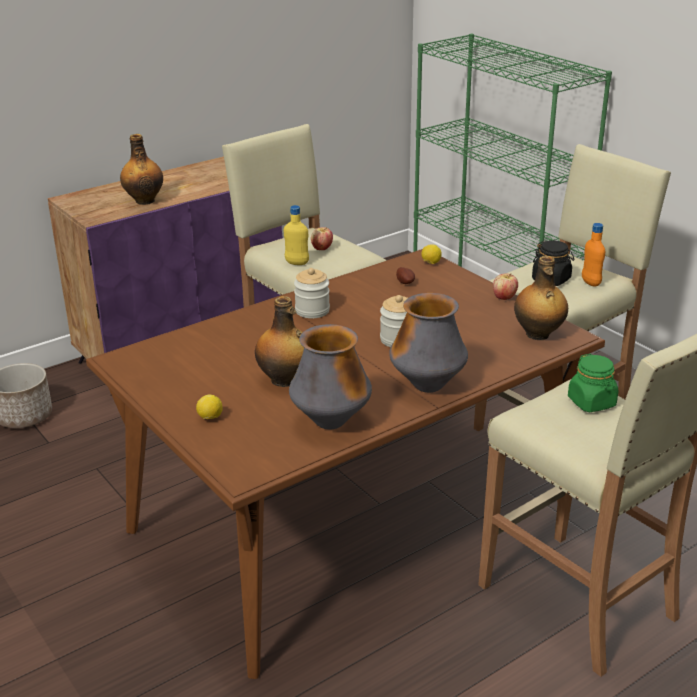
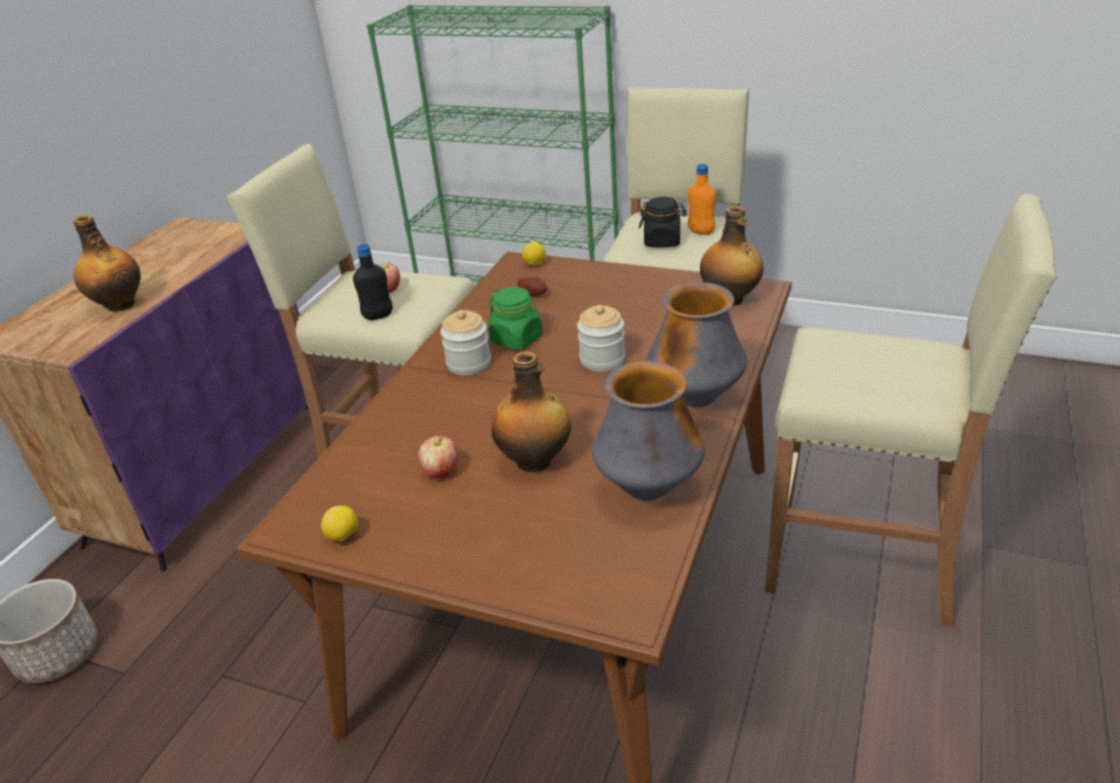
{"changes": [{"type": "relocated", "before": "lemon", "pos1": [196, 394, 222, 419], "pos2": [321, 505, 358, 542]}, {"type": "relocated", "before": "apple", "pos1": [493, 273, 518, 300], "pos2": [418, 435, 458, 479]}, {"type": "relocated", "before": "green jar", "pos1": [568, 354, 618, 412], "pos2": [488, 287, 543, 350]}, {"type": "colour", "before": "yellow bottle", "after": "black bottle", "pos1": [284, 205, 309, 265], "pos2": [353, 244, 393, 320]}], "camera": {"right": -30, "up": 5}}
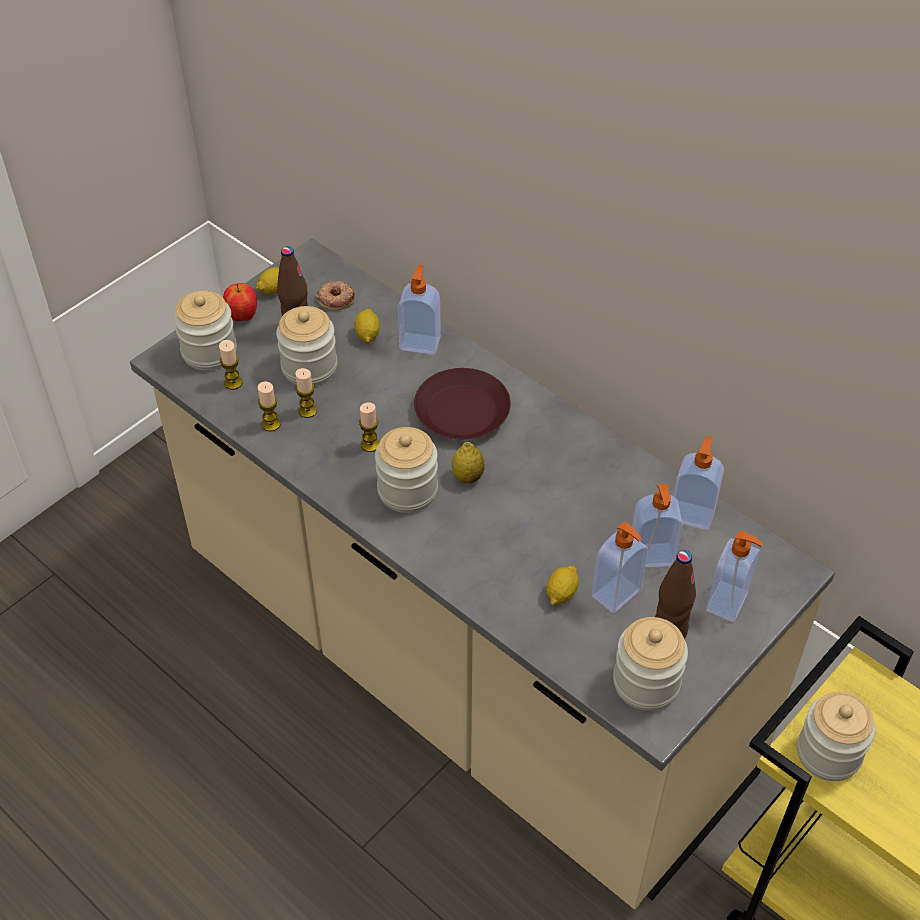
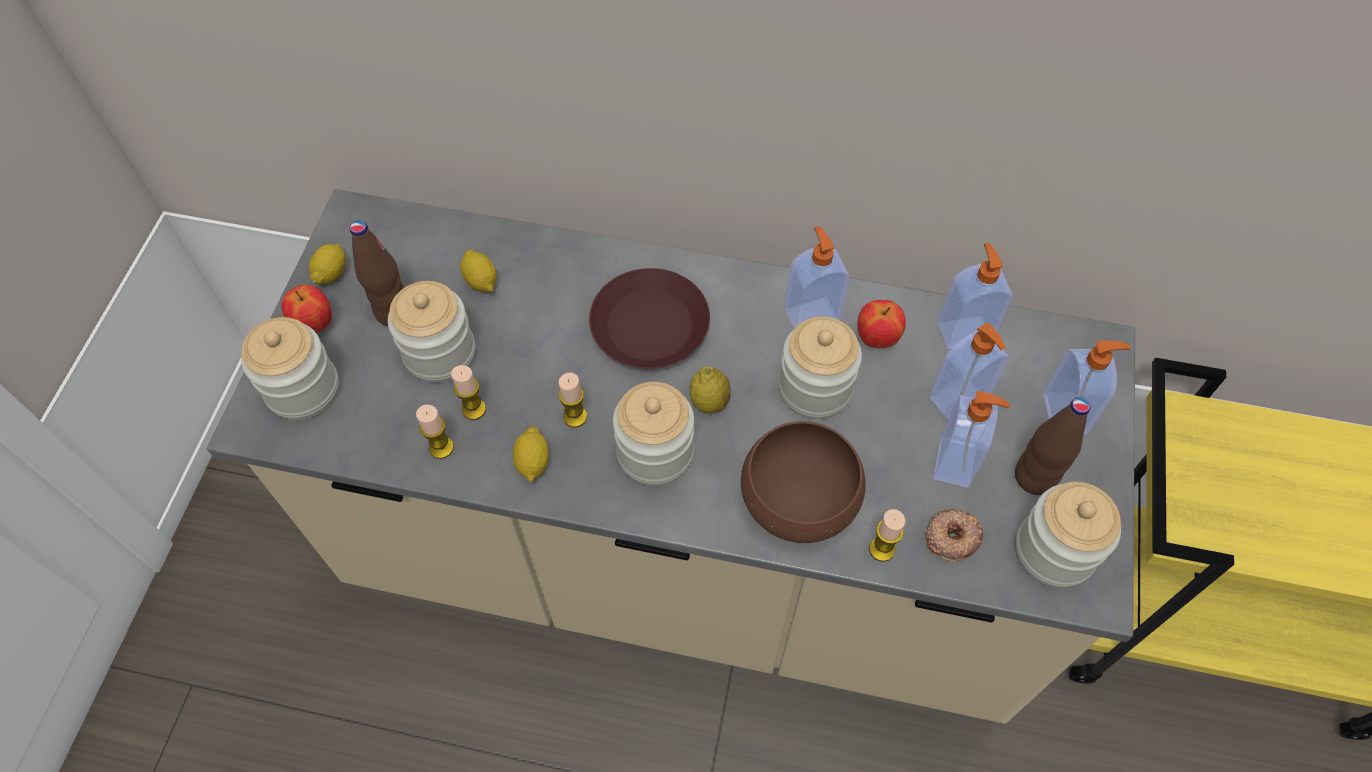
{"changes": [{"type": "appeared", "after": "brown bowl", "pos2": [741, 421, 866, 543]}, {"type": "appeared", "after": "apple", "pos2": [858, 300, 906, 348]}, {"type": "relocated", "before": "candle", "pos1": [219, 340, 242, 390], "pos2": [869, 509, 905, 562]}, {"type": "relocated", "before": "donut", "pos1": [316, 281, 355, 311], "pos2": [926, 509, 983, 562]}, {"type": "relocated", "before": "soap dispenser", "pos1": [398, 265, 441, 355], "pos2": [784, 226, 850, 329]}, {"type": "relocated", "before": "lemon", "pos1": [546, 566, 579, 606], "pos2": [513, 426, 549, 483]}, {"type": "relocated", "before": "jar", "pos1": [797, 692, 876, 781], "pos2": [779, 317, 862, 419]}], "camera": {"right": -30, "up": 10}}
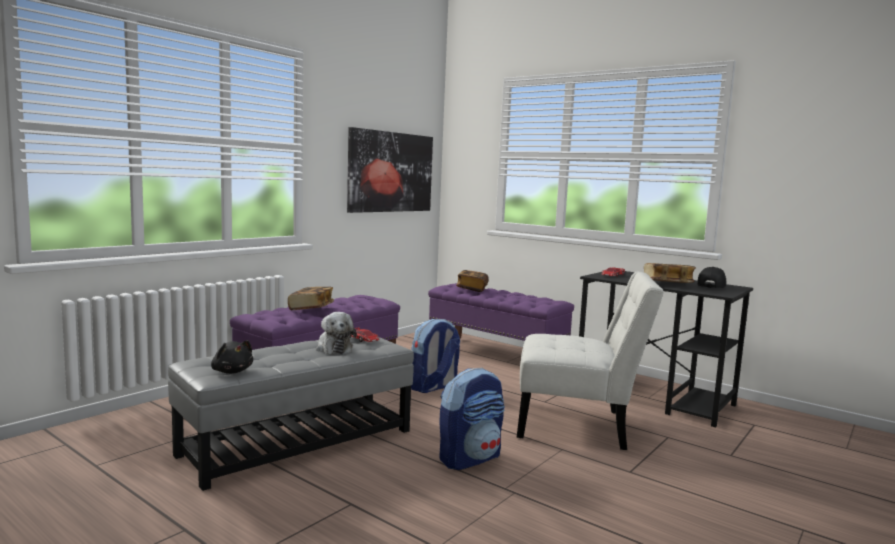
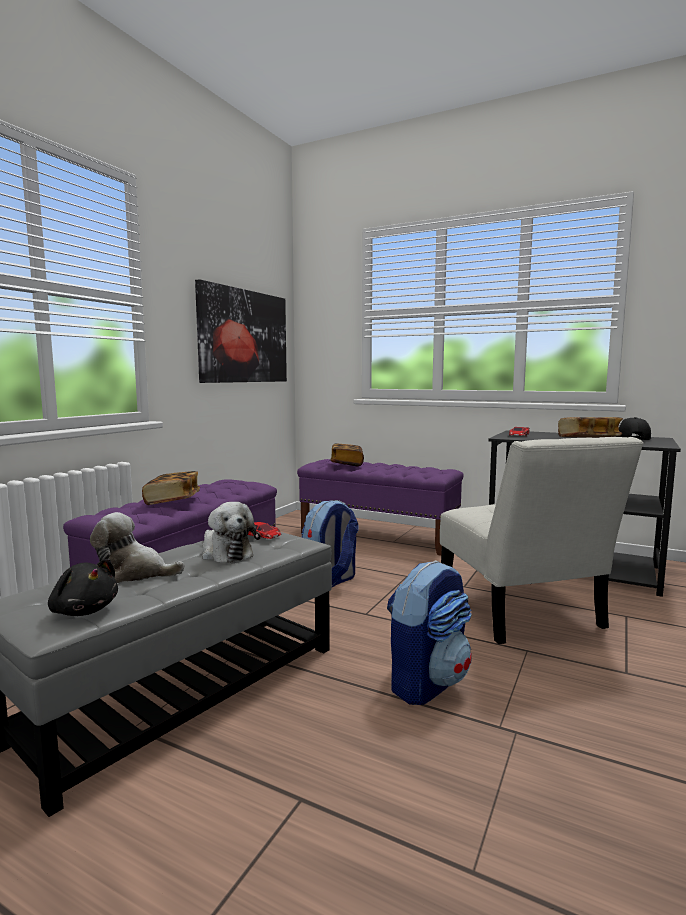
{"changes": [{"type": "appeared", "after": "plush toy", "pos2": [90, 512, 185, 583]}, {"type": "spun", "before": "white chair", "pos1": [517, 272, 664, 450], "pos2": [440, 437, 643, 644], "turn": 75}], "camera": {"right": -10, "up": 0}}
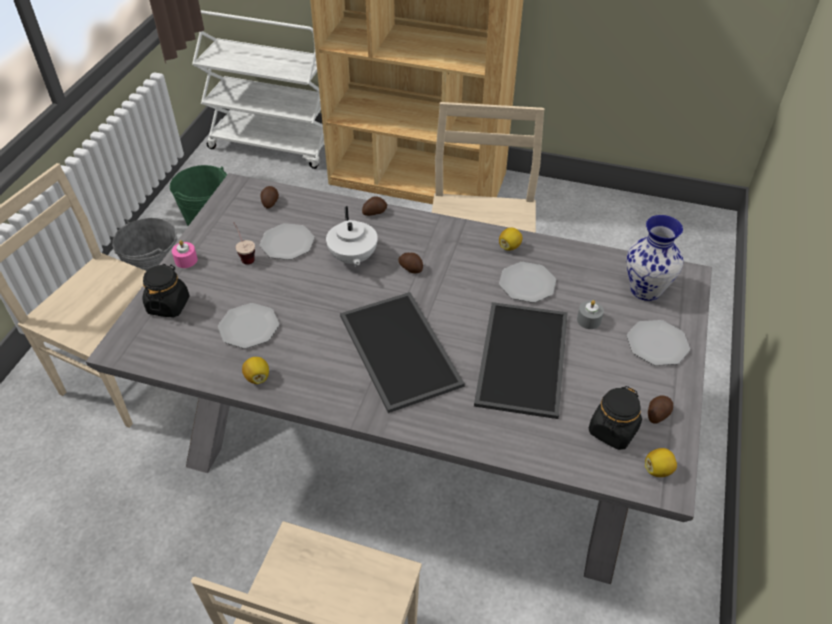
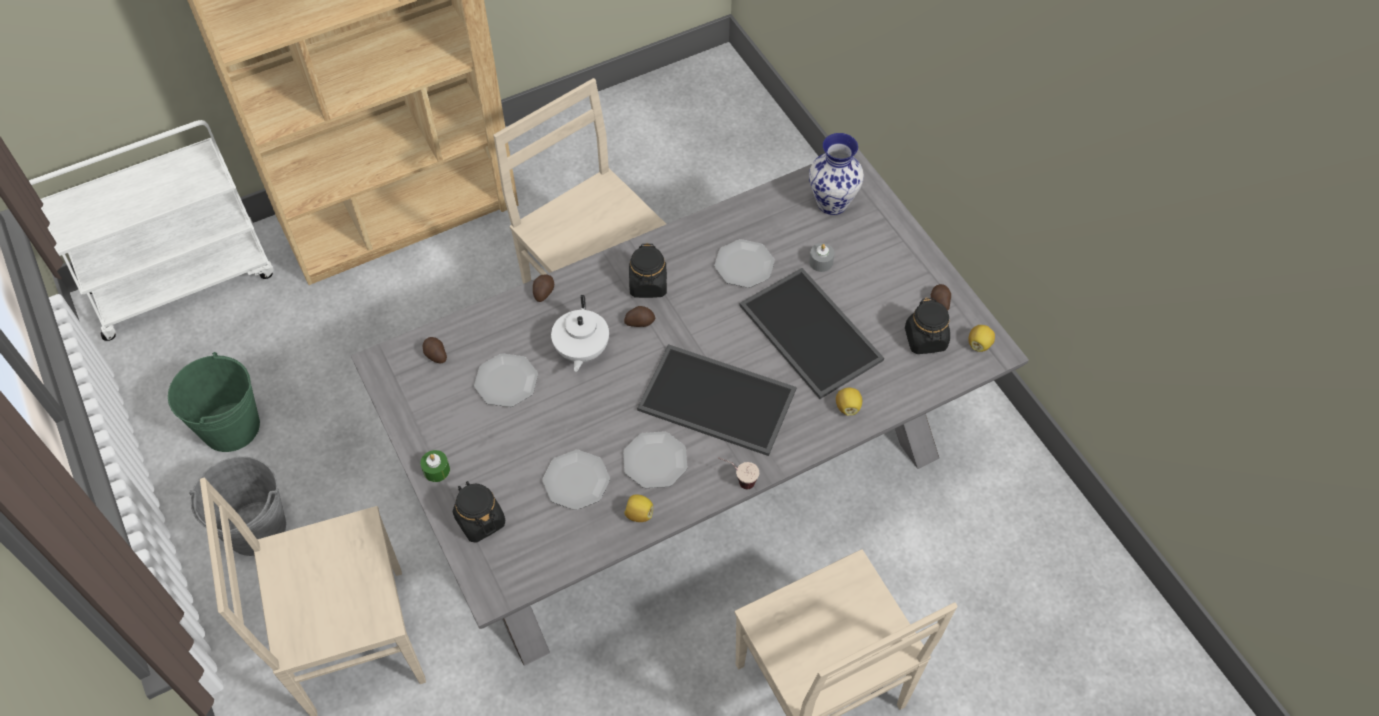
{"changes": [{"type": "appeared", "after": "black jar", "pos2": [629, 243, 667, 298]}, {"type": "relocated", "before": "cup", "pos1": [233, 222, 255, 265], "pos2": [718, 457, 759, 489]}, {"type": "relocated", "before": "lemon", "pos1": [499, 227, 523, 251], "pos2": [836, 388, 862, 416]}, {"type": "relocated", "before": "plate", "pos1": [627, 320, 690, 366], "pos2": [623, 431, 687, 488]}, {"type": "colour", "before": "pink candle", "after": "green candle", "pos1": [172, 240, 198, 268], "pos2": [420, 450, 450, 482]}, {"type": "spun", "before": "white teapot", "pos1": [326, 206, 378, 267], "pos2": [551, 295, 609, 372], "turn": 60}], "camera": {"right": -45, "up": 10}}
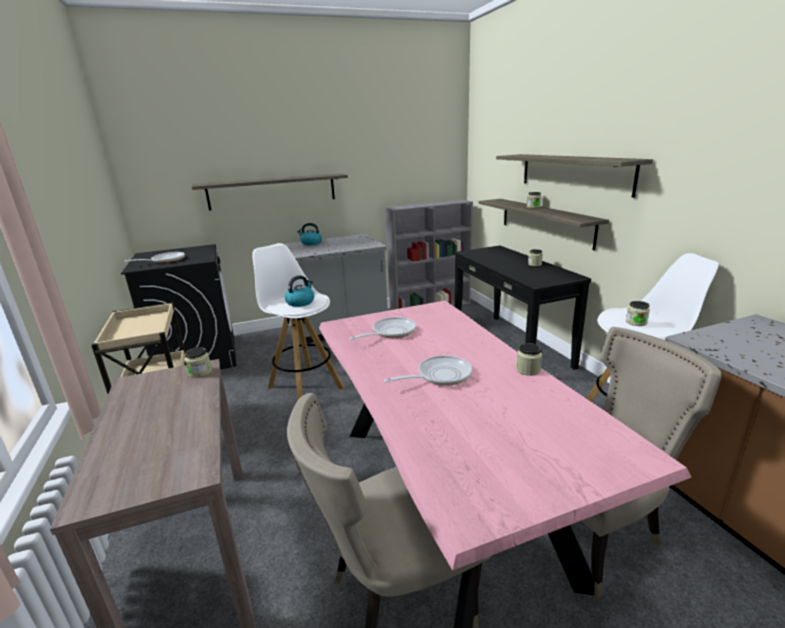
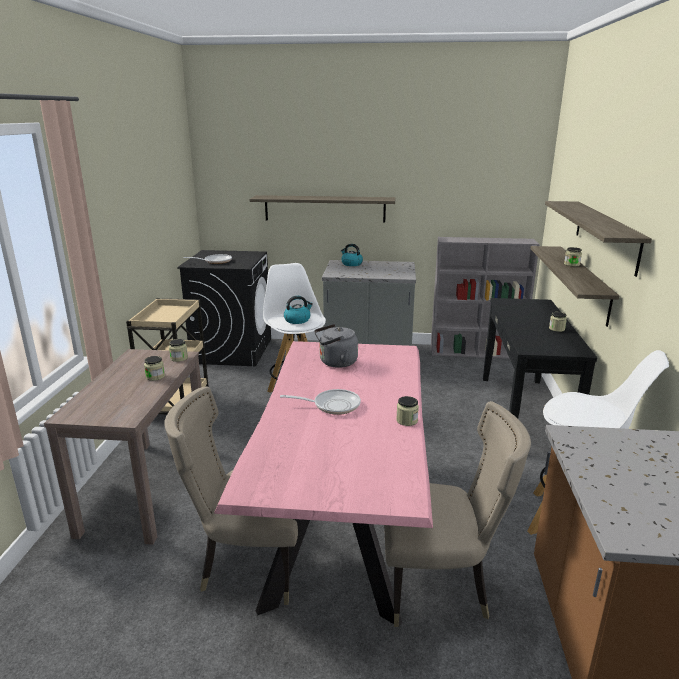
{"changes": [{"type": "relocated", "before": "jar", "pos1": [626, 301, 650, 326], "pos2": [144, 356, 165, 381]}, {"type": "exchanged", "before": "frying pan", "after": "grey kettle", "pos1": [349, 317, 416, 340], "pos2": [314, 324, 358, 368]}], "camera": {"right": 25, "up": 0}}
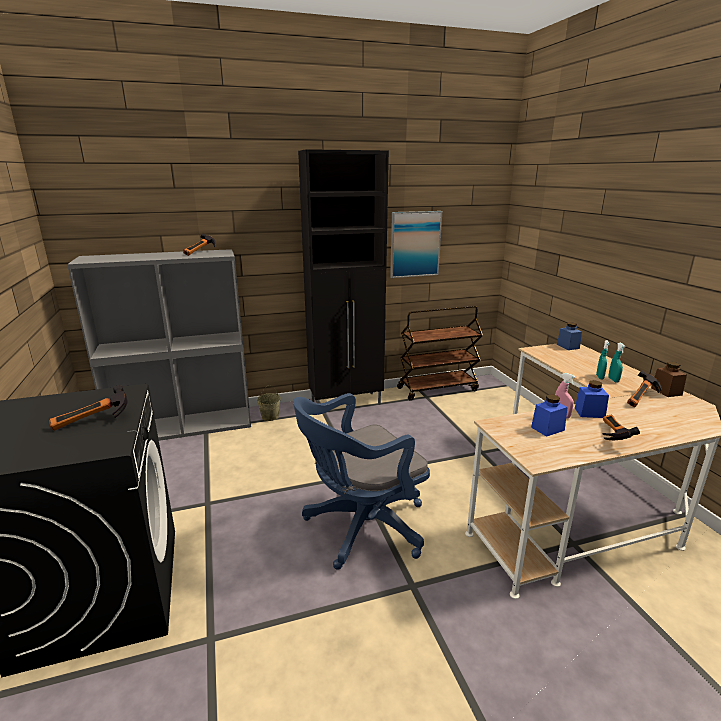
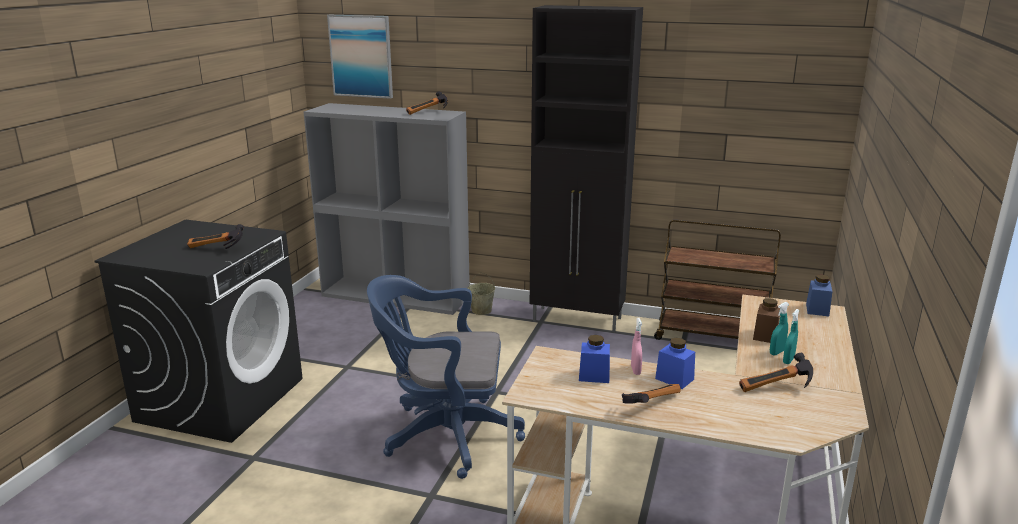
{"changes": [{"type": "relocated", "before": "picture", "pos1": [390, 211, 442, 278], "pos2": [327, 15, 393, 99]}, {"type": "relocated", "before": "brown jar", "pos1": [651, 362, 687, 397], "pos2": [753, 298, 780, 343]}], "camera": {"right": 35, "up": 0}}
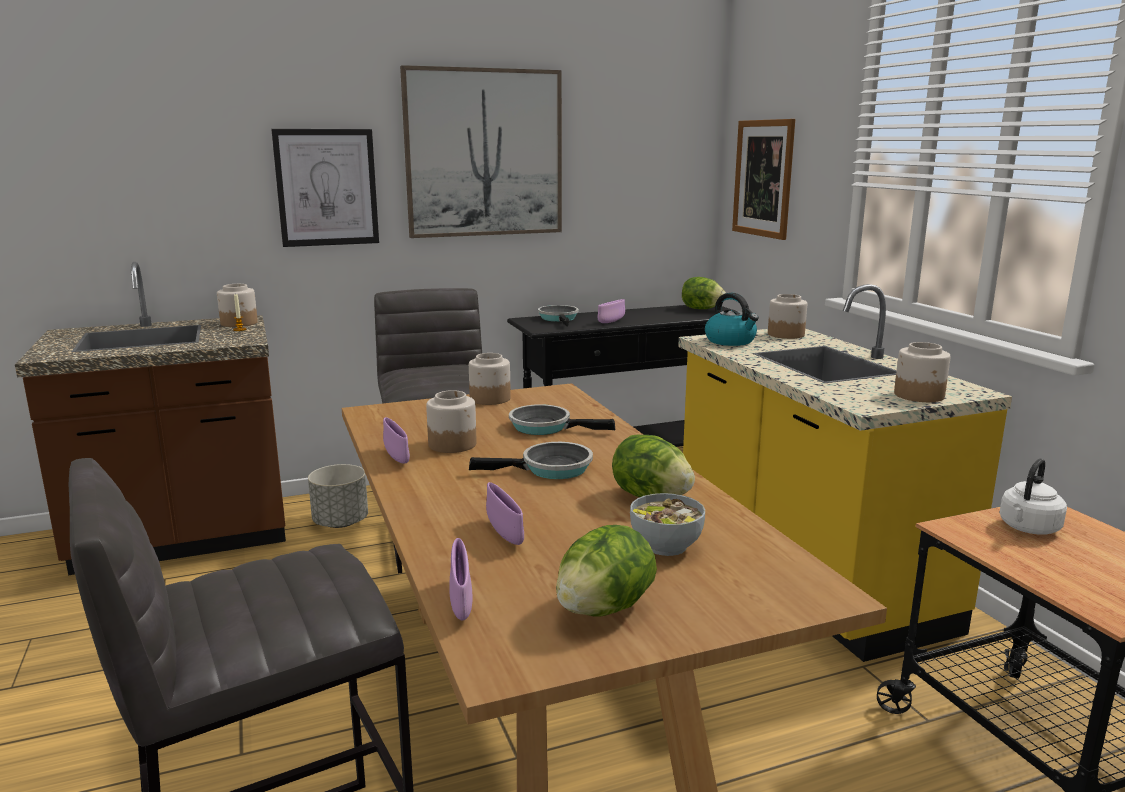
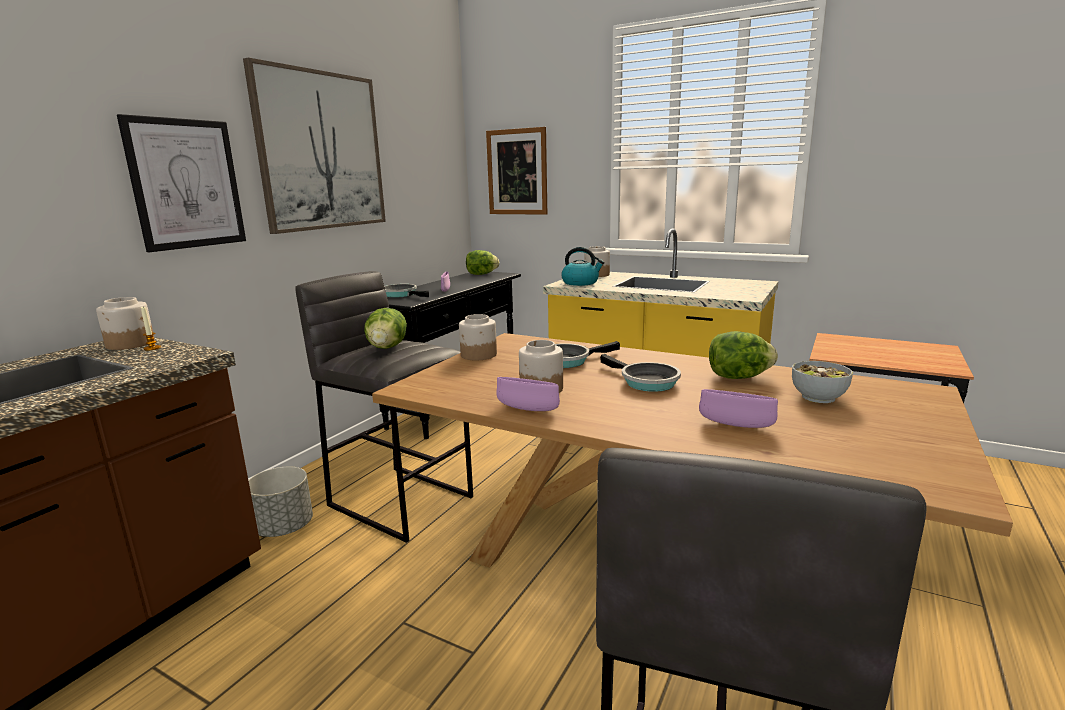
{"changes": [{"type": "missing", "before": "purple bowl", "pos1": [449, 538, 473, 621]}, {"type": "missing", "before": "jar", "pos1": [894, 342, 951, 402]}, {"type": "missing", "before": "white kettle", "pos1": [999, 459, 1067, 535]}, {"type": "relocated", "before": "lettuce", "pos1": [556, 525, 657, 617], "pos2": [364, 308, 407, 349]}, {"type": "spun", "before": "frying pan", "pos1": [469, 442, 593, 479], "pos2": [600, 354, 681, 392], "turn": 105}], "camera": {"right": -40, "up": 0}}
